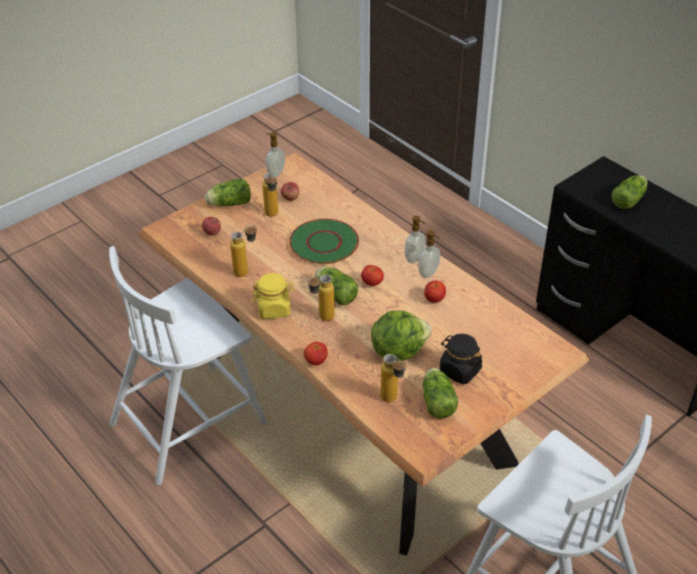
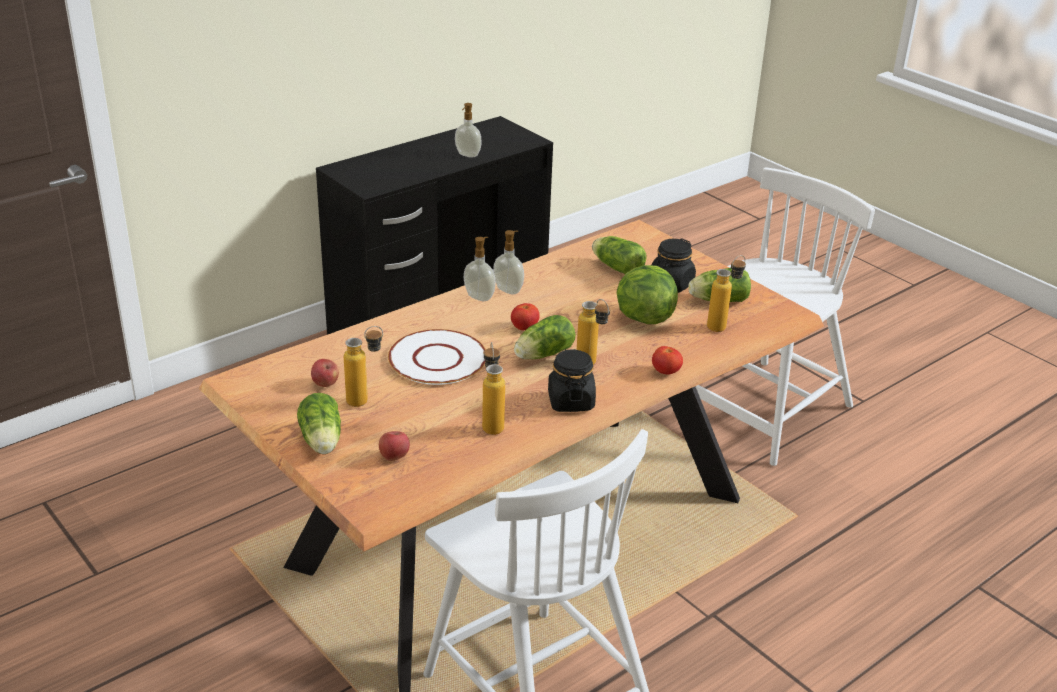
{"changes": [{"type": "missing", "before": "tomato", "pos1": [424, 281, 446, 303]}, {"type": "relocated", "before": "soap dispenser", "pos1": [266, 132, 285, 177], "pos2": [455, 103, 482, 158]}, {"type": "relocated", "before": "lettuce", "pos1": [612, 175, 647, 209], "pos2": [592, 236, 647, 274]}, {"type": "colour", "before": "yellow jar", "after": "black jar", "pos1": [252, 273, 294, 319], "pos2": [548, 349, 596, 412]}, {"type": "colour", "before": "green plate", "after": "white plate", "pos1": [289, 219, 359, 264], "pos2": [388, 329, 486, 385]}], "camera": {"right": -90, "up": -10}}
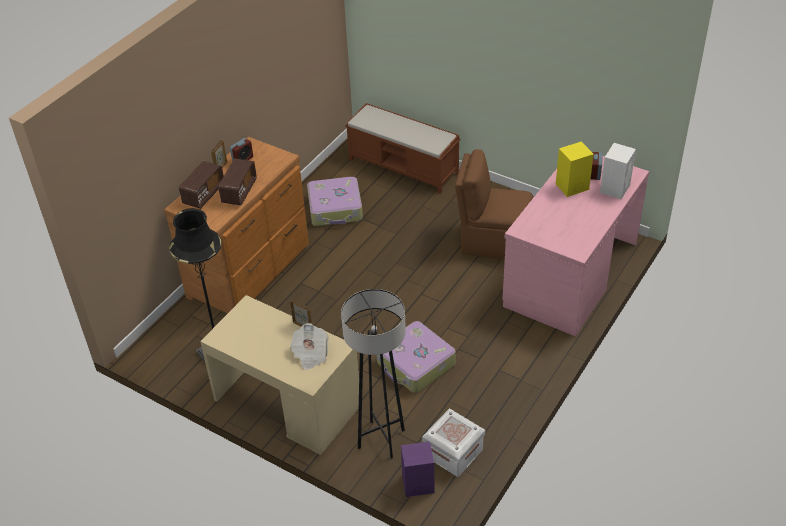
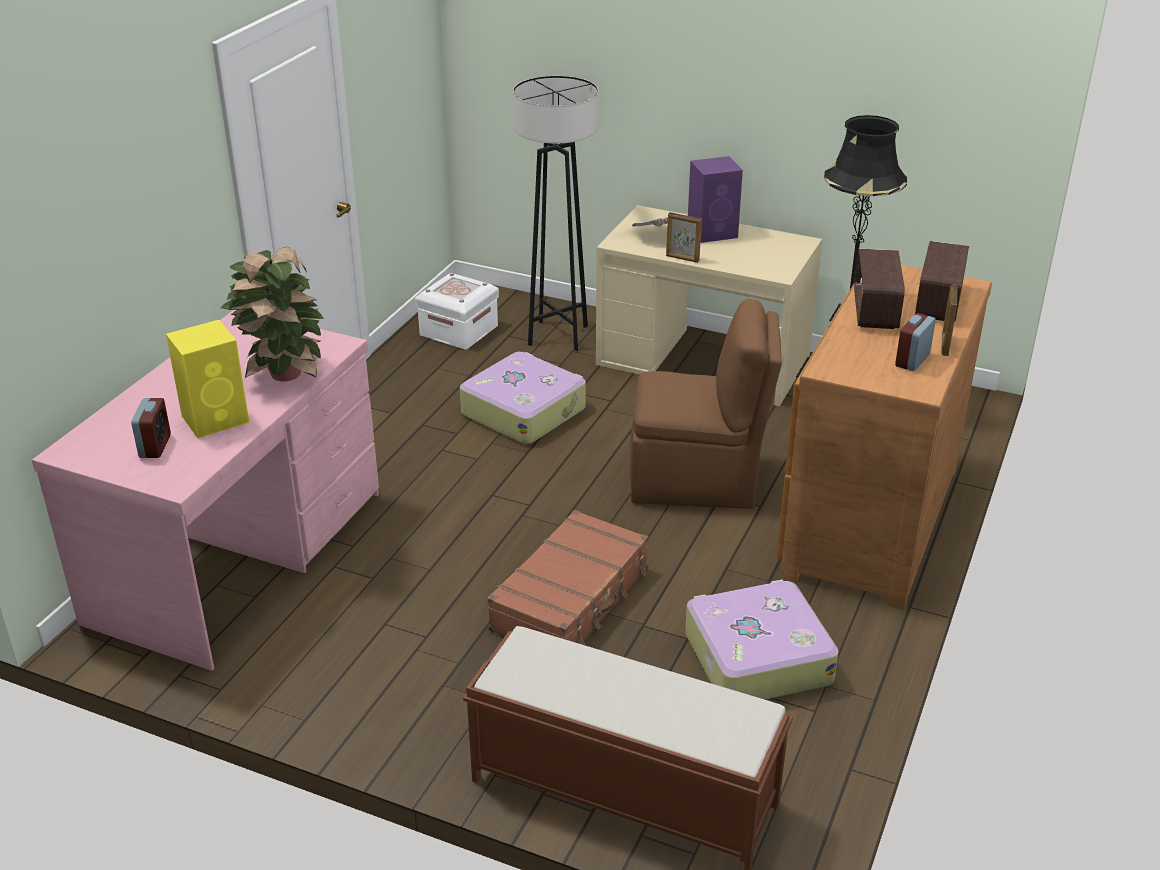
{"changes": [{"type": "missing", "before": "white speaker", "pos1": [600, 143, 636, 199]}, {"type": "appeared", "after": "potted plant", "pos2": [221, 247, 324, 381]}, {"type": "appeared", "after": "brown suitcase", "pos2": [487, 510, 648, 645]}, {"type": "relocated", "before": "purple speaker", "pos1": [401, 441, 435, 497], "pos2": [688, 156, 743, 243]}, {"type": "relocated", "before": "brown chair", "pos1": [455, 149, 533, 260], "pos2": [630, 299, 782, 509]}], "camera": {"right": 170, "up": -10}}
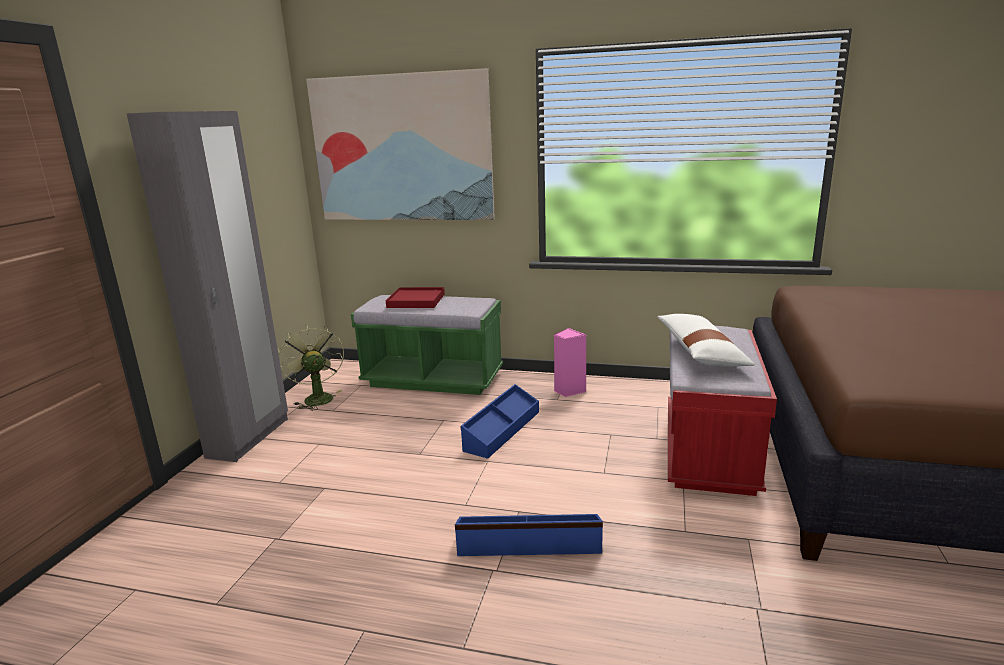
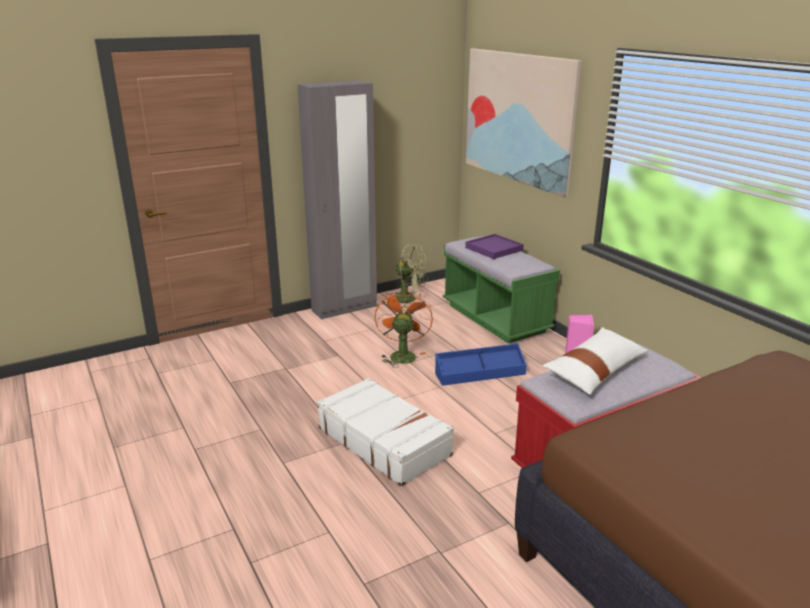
{"changes": [{"type": "appeared", "after": "orange fan", "pos2": [375, 289, 433, 368]}, {"type": "exchanged", "before": "blue storage box", "after": "white suitcase", "pos1": [455, 514, 603, 556], "pos2": [317, 378, 454, 486]}, {"type": "colour", "before": "red tray", "after": "purple tray", "pos1": [386, 287, 445, 308], "pos2": [465, 234, 524, 259]}, {"type": "spun", "before": "green fan", "pos1": [278, 325, 344, 411], "pos2": [392, 244, 428, 307], "turn": 90}], "camera": {"right": 45, "up": 5}}
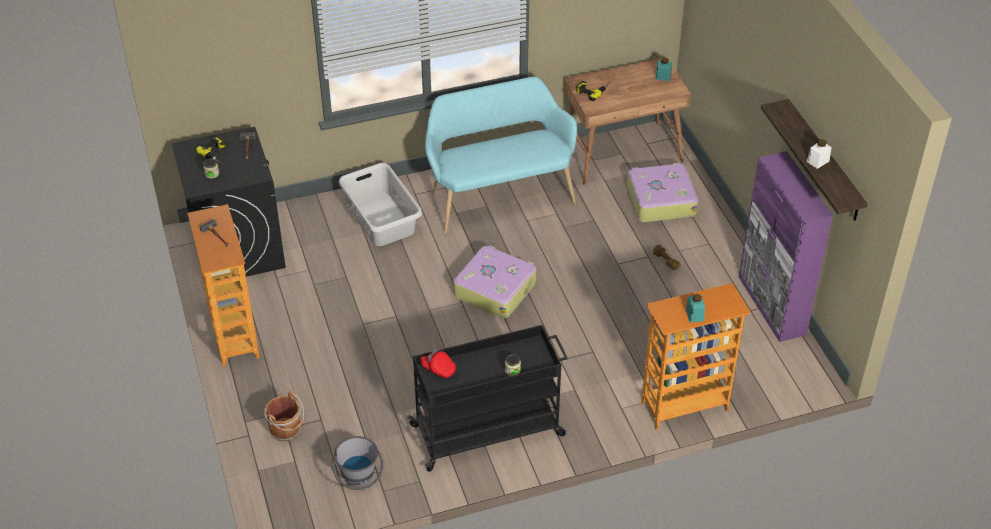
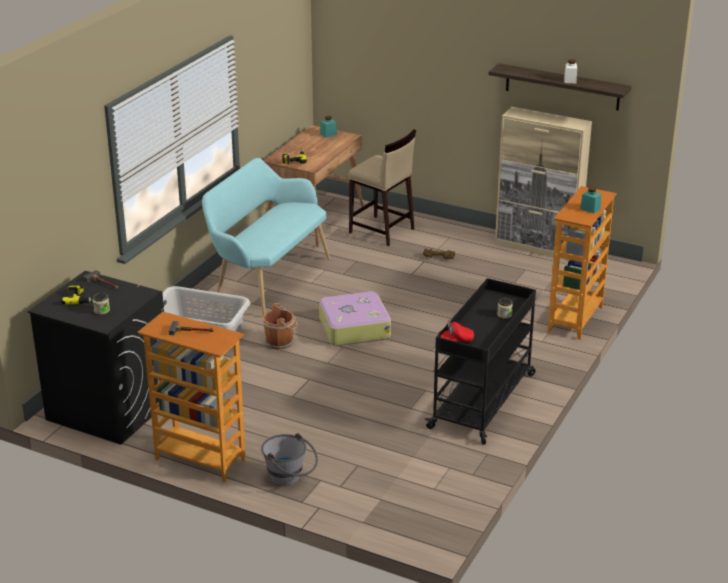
{"changes": [{"type": "relocated", "before": "brown bucket", "pos1": [264, 392, 304, 441], "pos2": [262, 303, 298, 350]}, {"type": "relocated", "before": "grey bucket", "pos1": [332, 436, 383, 490], "pos2": [261, 433, 318, 486]}, {"type": "exchanged", "before": "suitcase", "after": "beige stool", "pos1": [627, 163, 698, 222], "pos2": [349, 129, 416, 246]}, {"type": "colour", "before": "purple cabinet", "after": "beige cabinet", "pos1": [739, 151, 833, 342], "pos2": [495, 107, 592, 261]}], "camera": {"right": -45, "up": -15}}
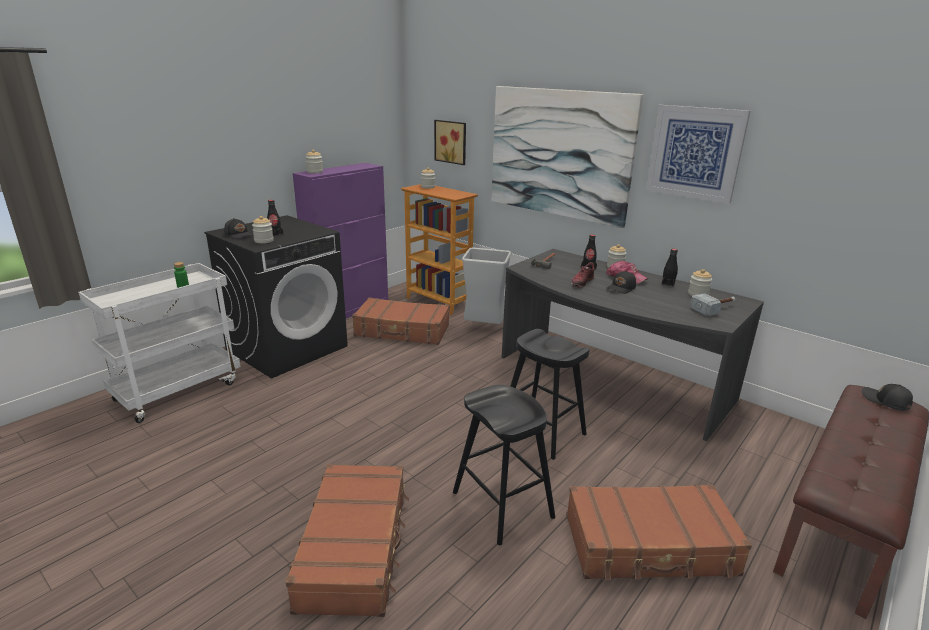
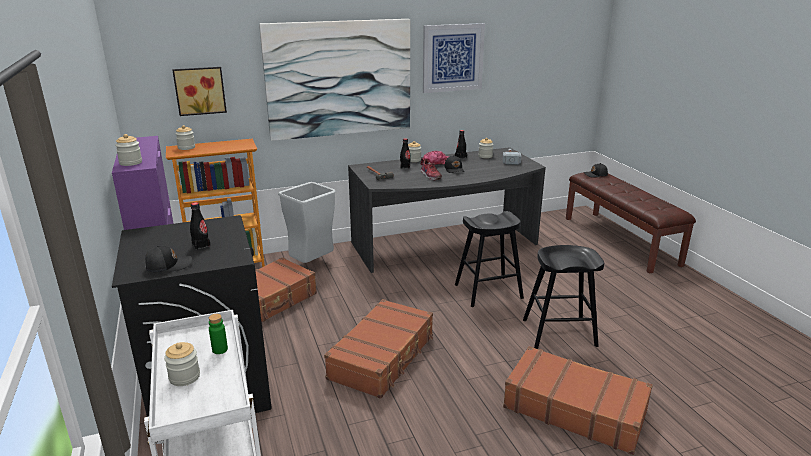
{"changes": [{"type": "relocated", "before": "jar", "pos1": [252, 216, 274, 243], "pos2": [164, 342, 200, 386]}, {"type": "relocated", "before": "brown suitcase", "pos1": [566, 484, 752, 580], "pos2": [324, 299, 433, 399]}], "camera": {"right": -60, "up": 0}}
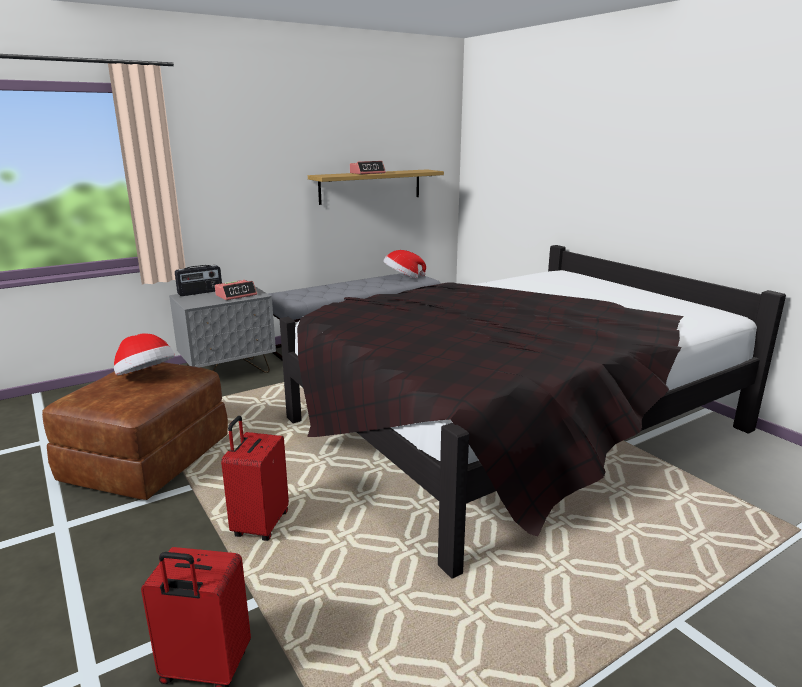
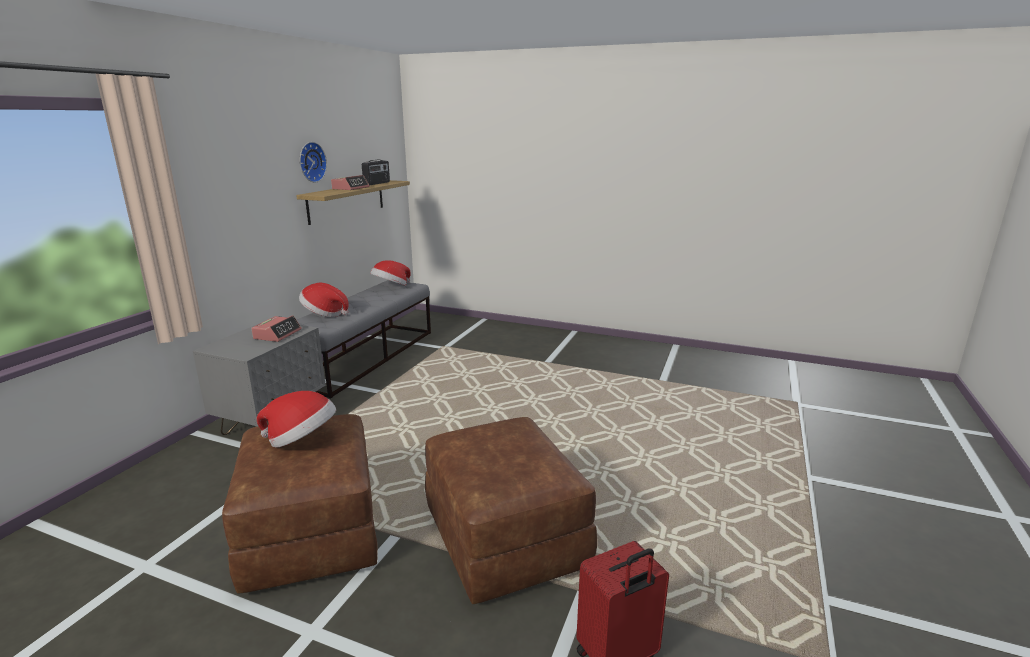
{"changes": [{"type": "missing", "before": "black bed", "pos1": [280, 245, 786, 579]}, {"type": "appeared", "after": "hat", "pos2": [299, 283, 349, 317]}, {"type": "appeared", "after": "wall clock", "pos2": [300, 142, 327, 183]}, {"type": "relocated", "before": "radio", "pos1": [175, 265, 222, 296], "pos2": [362, 160, 390, 185]}, {"type": "exchanged", "before": "red suitcase", "after": "brown ottoman", "pos1": [221, 416, 289, 541], "pos2": [425, 417, 597, 604]}], "camera": {"right": -35, "up": 0}}
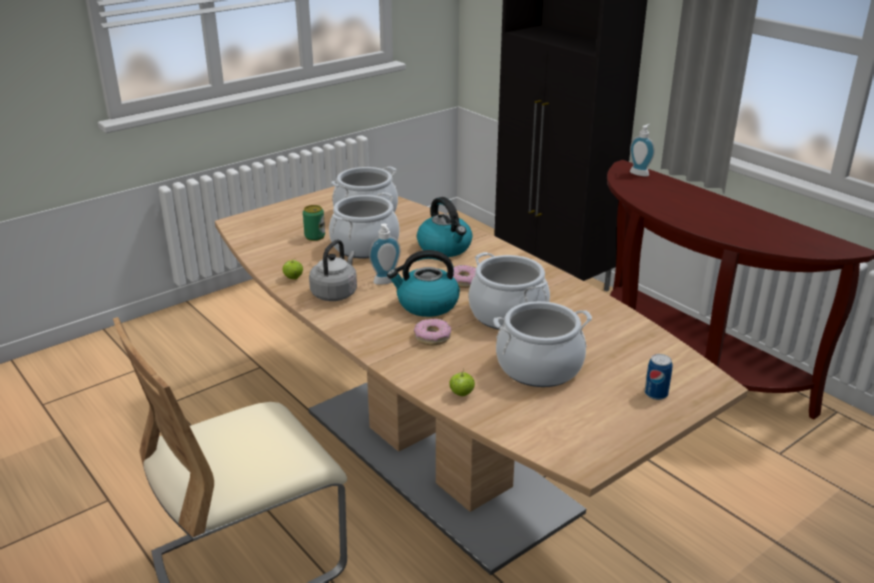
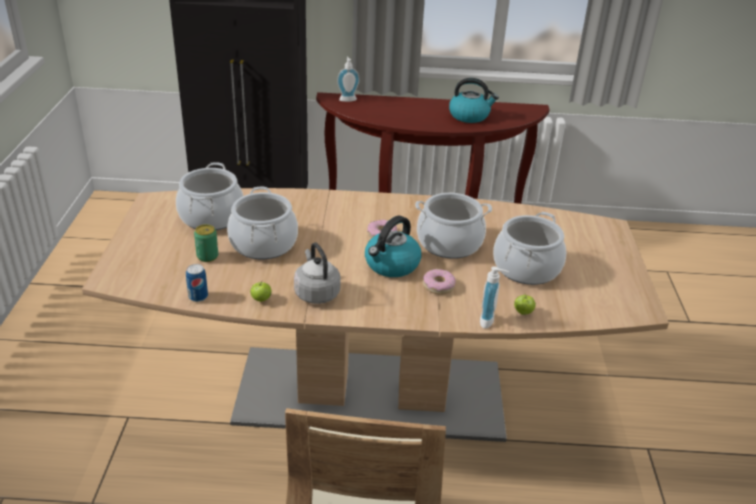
{"changes": [{"type": "relocated", "before": "soap dispenser", "pos1": [369, 223, 401, 285], "pos2": [480, 266, 509, 329]}, {"type": "relocated", "before": "kettle", "pos1": [417, 197, 473, 257], "pos2": [449, 78, 499, 123]}, {"type": "relocated", "before": "can", "pos1": [645, 354, 673, 400], "pos2": [186, 264, 208, 302]}], "camera": {"right": -50, "up": 5}}
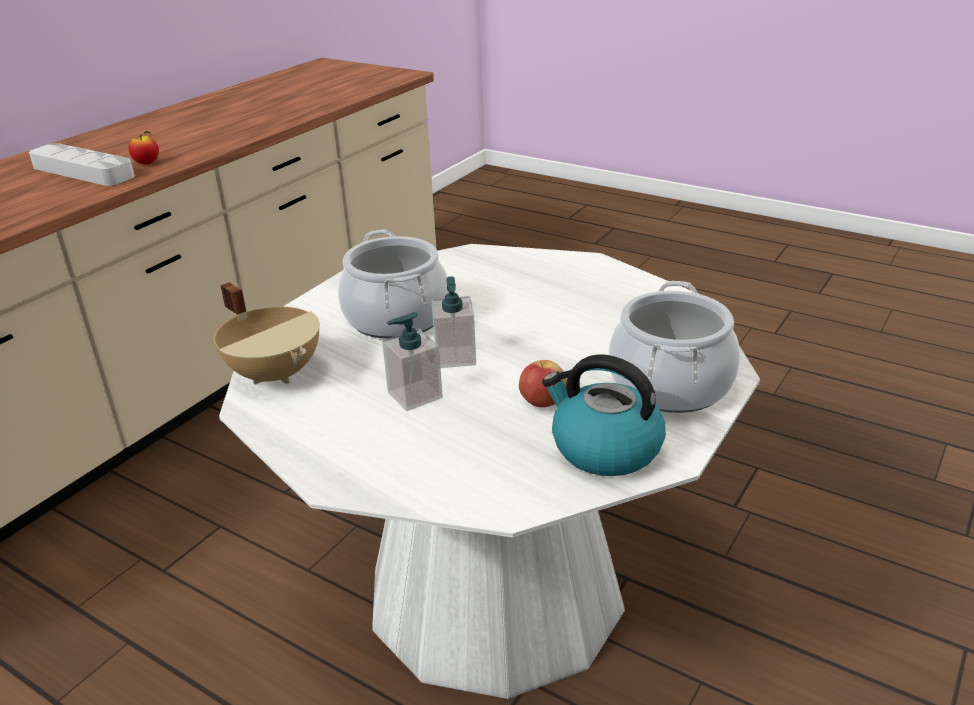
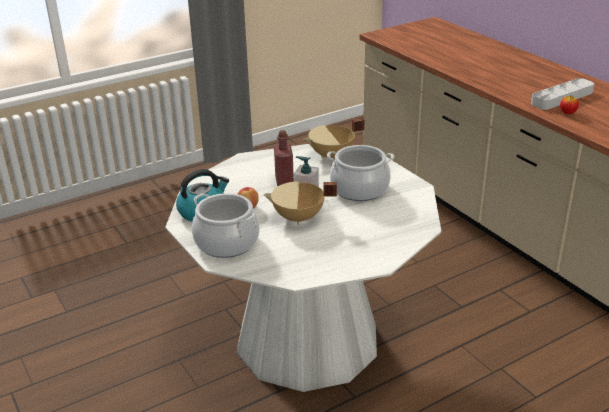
{"changes": [{"type": "appeared", "after": "beige cooking pot", "pos2": [264, 181, 337, 225]}, {"type": "exchanged", "before": "soap dispenser", "after": "red bottle", "pos1": [382, 312, 443, 411], "pos2": [274, 130, 294, 186]}], "camera": {"right": 115, "up": 0}}
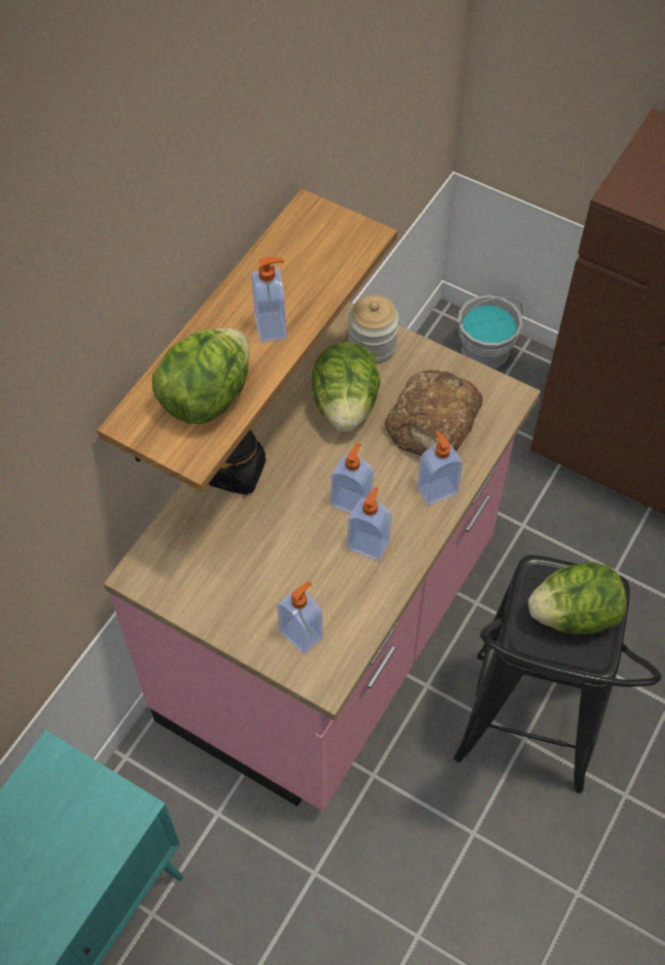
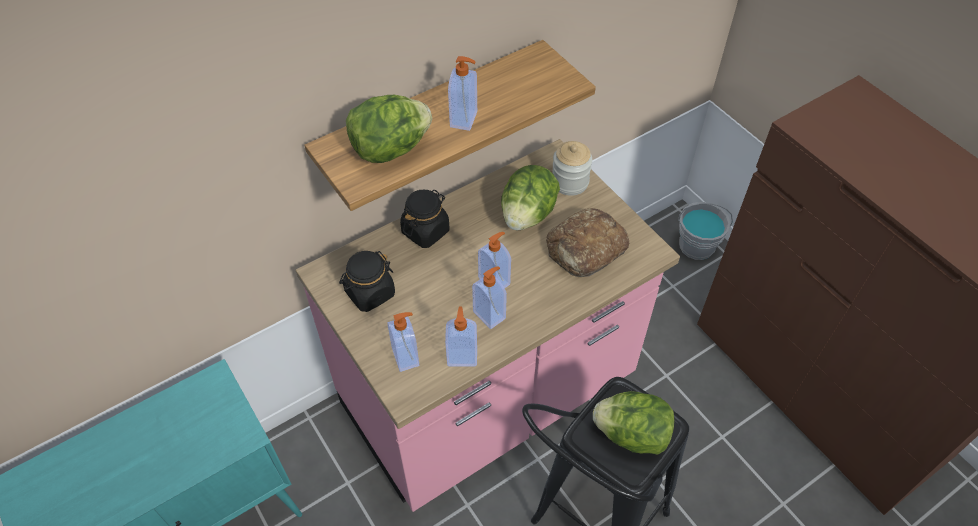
{"changes": [{"type": "appeared", "after": "black jar", "pos2": [339, 251, 395, 312]}, {"type": "relocated", "before": "soap dispenser", "pos1": [417, 431, 463, 506], "pos2": [445, 306, 477, 366]}], "camera": {"right": 25, "up": -5}}
